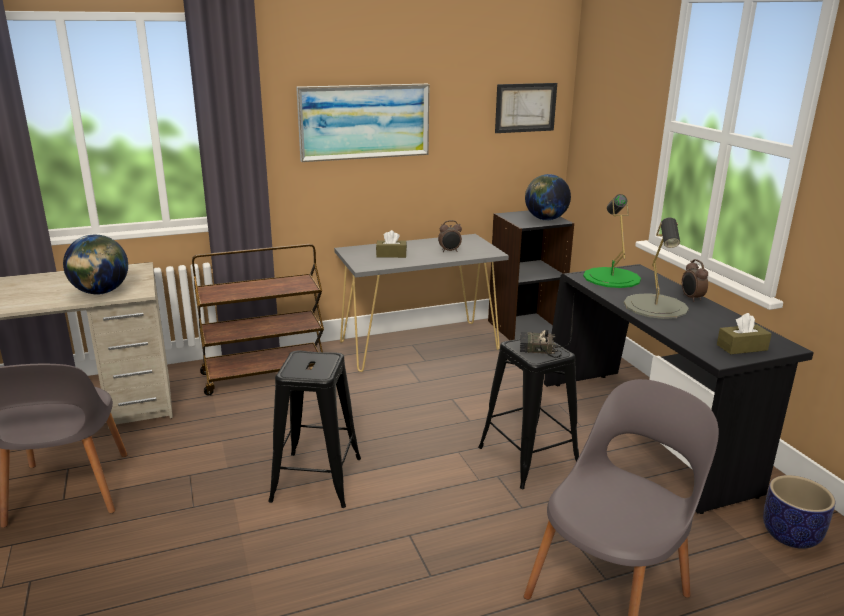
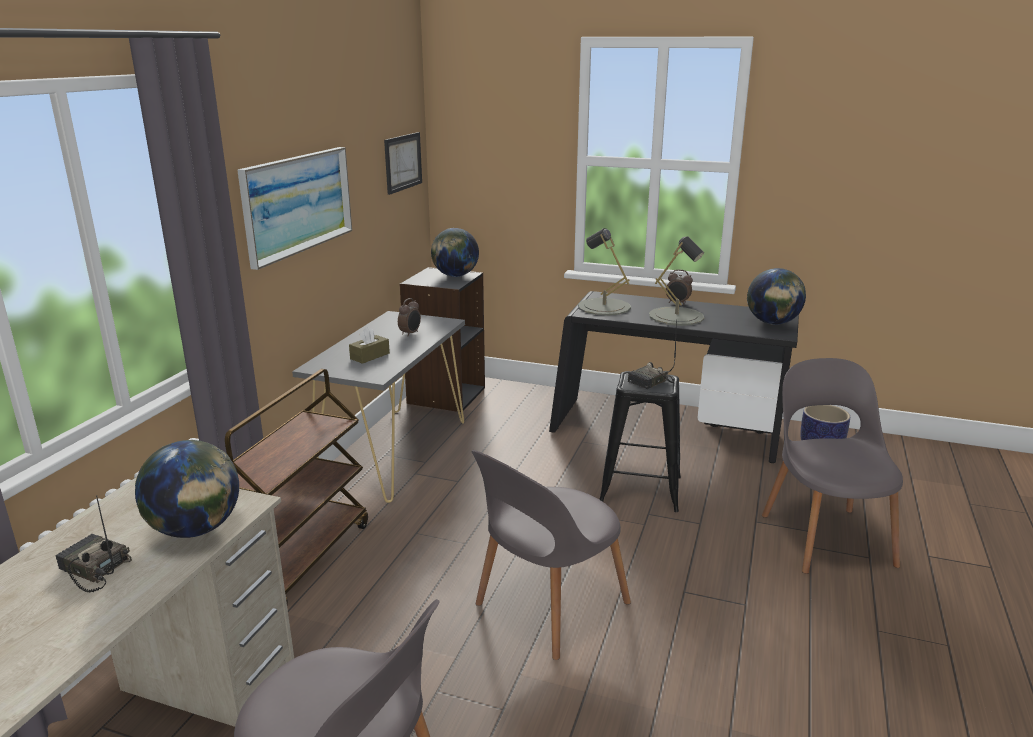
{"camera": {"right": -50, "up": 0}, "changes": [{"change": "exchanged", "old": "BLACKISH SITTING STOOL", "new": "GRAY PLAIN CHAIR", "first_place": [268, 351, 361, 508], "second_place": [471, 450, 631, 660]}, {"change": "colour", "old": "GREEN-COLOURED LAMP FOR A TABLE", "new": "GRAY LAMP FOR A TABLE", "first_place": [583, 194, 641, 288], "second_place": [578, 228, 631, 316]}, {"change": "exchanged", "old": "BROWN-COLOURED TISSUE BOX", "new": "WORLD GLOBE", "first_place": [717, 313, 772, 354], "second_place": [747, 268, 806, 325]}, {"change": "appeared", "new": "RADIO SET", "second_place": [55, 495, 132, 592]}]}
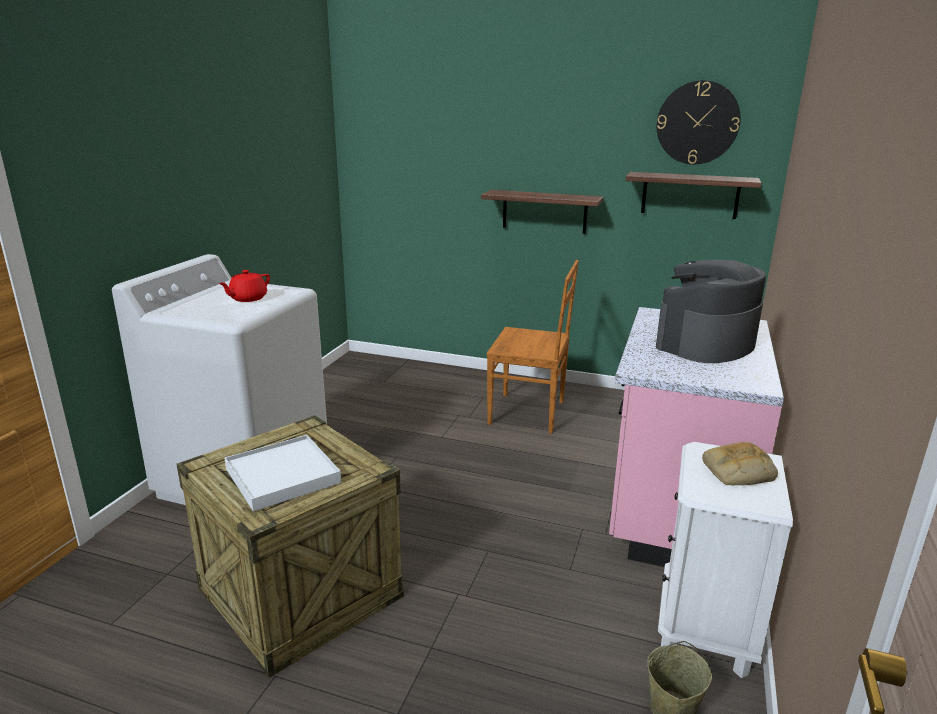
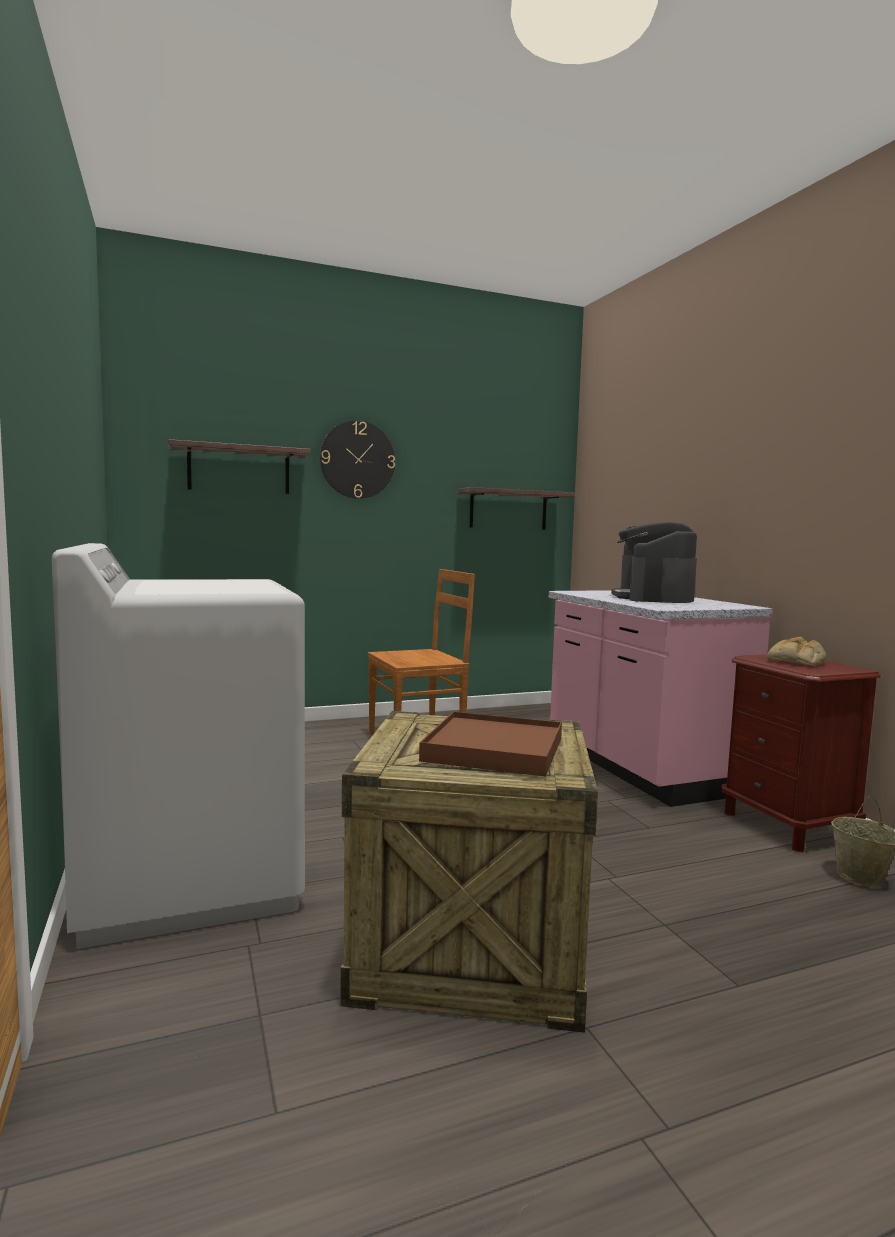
{"camera": {"right": -40, "up": -15}, "changes": [{"change": "missing", "old": "REDDISH POT FOR TEA", "first_place": [219, 270, 270, 302]}, {"change": "colour", "old": "WHITISH TRAY", "new": "BROWN-COLOURED TRAY", "first_place": [225, 435, 341, 512], "second_place": [419, 712, 562, 777]}, {"change": "relocated", "old": "BRACKET SHELF", "first_place": [481, 190, 603, 234], "second_place": [168, 439, 311, 494]}, {"change": "relocated", "old": "WALL CLOCK", "first_place": [657, 80, 741, 164], "second_place": [320, 420, 395, 499]}, {"change": "colour", "old": "WHITISH NIGHT TABLE", "new": "BROWN-COLOURED NIGHT TABLE", "first_place": [658, 442, 793, 678], "second_place": [722, 654, 881, 852]}]}
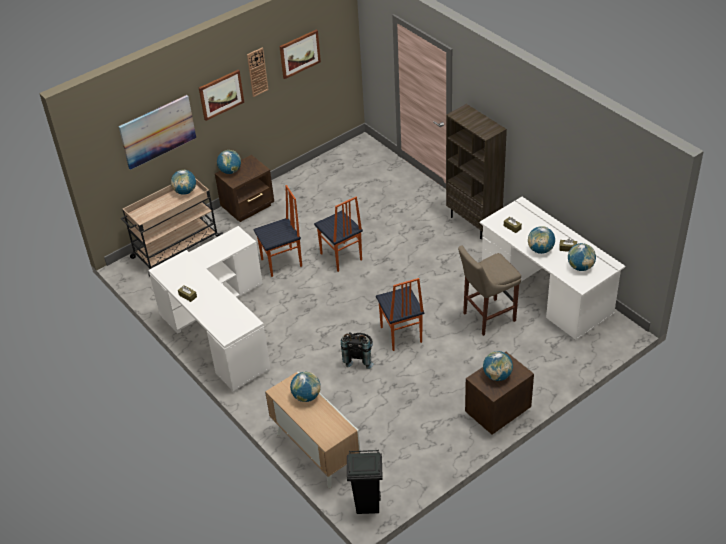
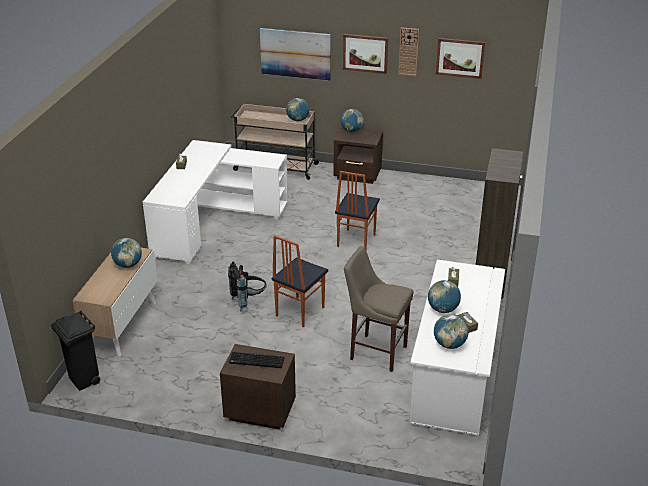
{"camera": {"right": 50, "up": -10}, "changes": [{"change": "missing", "old": "PLAIN CHAIR", "first_place": [253, 185, 302, 277]}, {"change": "exchanged", "old": "WORLD GLOBE", "new": "COMPUTER KEYBOARD", "first_place": [483, 351, 513, 381], "second_place": [229, 352, 284, 368]}]}
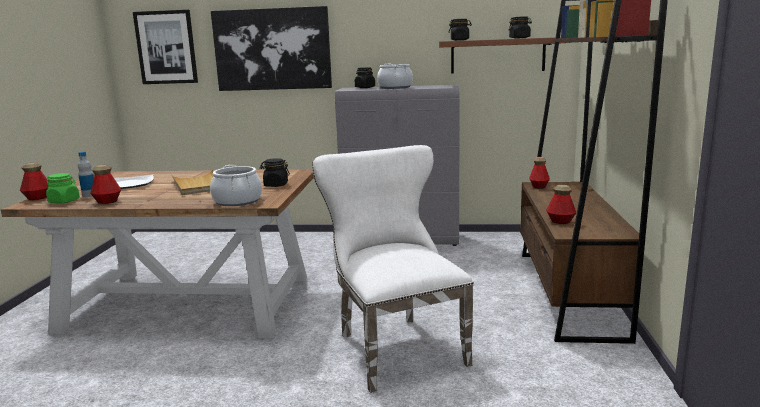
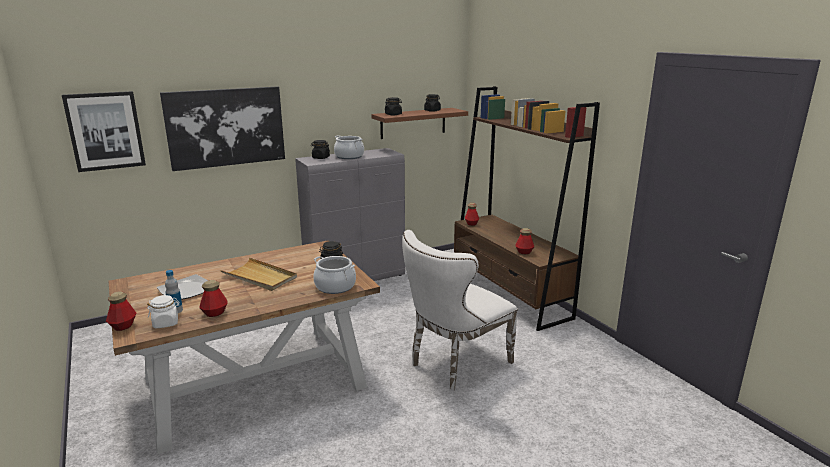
{"camera": {"right": -35, "up": 5}, "changes": [{"change": "colour", "old": "GREEN-COLOURED STORAGE JAR", "new": "WHITISH STORAGE JAR", "first_place": [46, 173, 80, 204], "second_place": [147, 295, 180, 328]}, {"change": "spun", "old": "WHITISH PLAIN CHAIR", "first_place": [312, 145, 474, 393], "second_place": [402, 230, 518, 391], "degrees": -75}]}
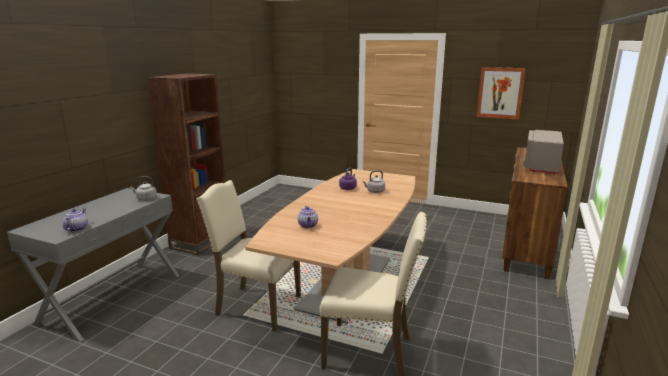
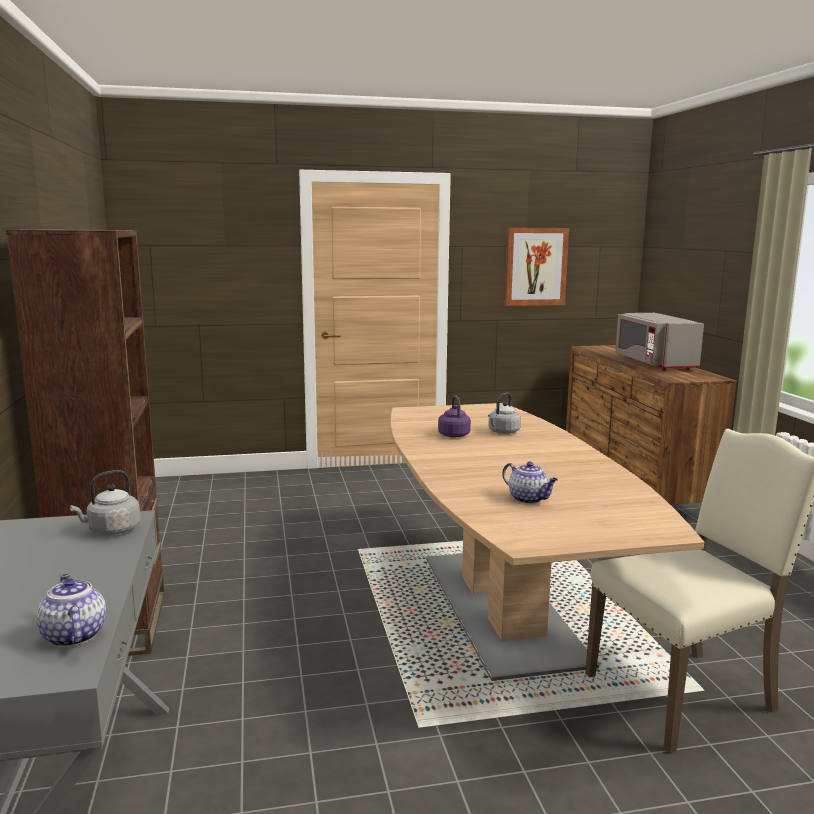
{"camera": {"right": -35, "up": -5}, "changes": [{"change": "missing", "old": "BEIGE PLAIN CHAIR", "first_place": [196, 180, 301, 331]}]}
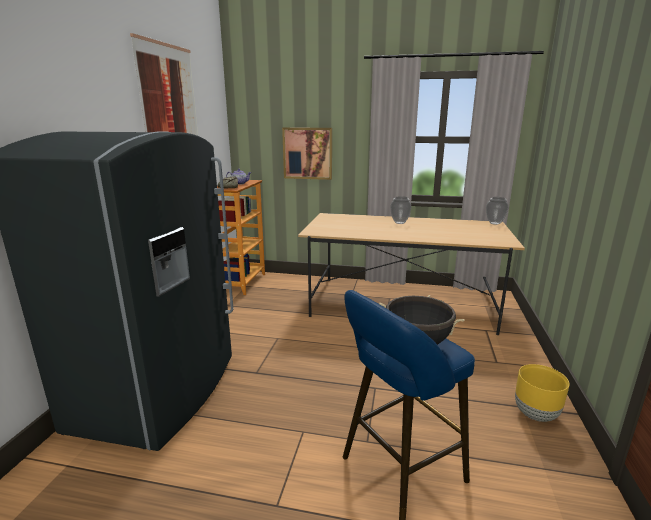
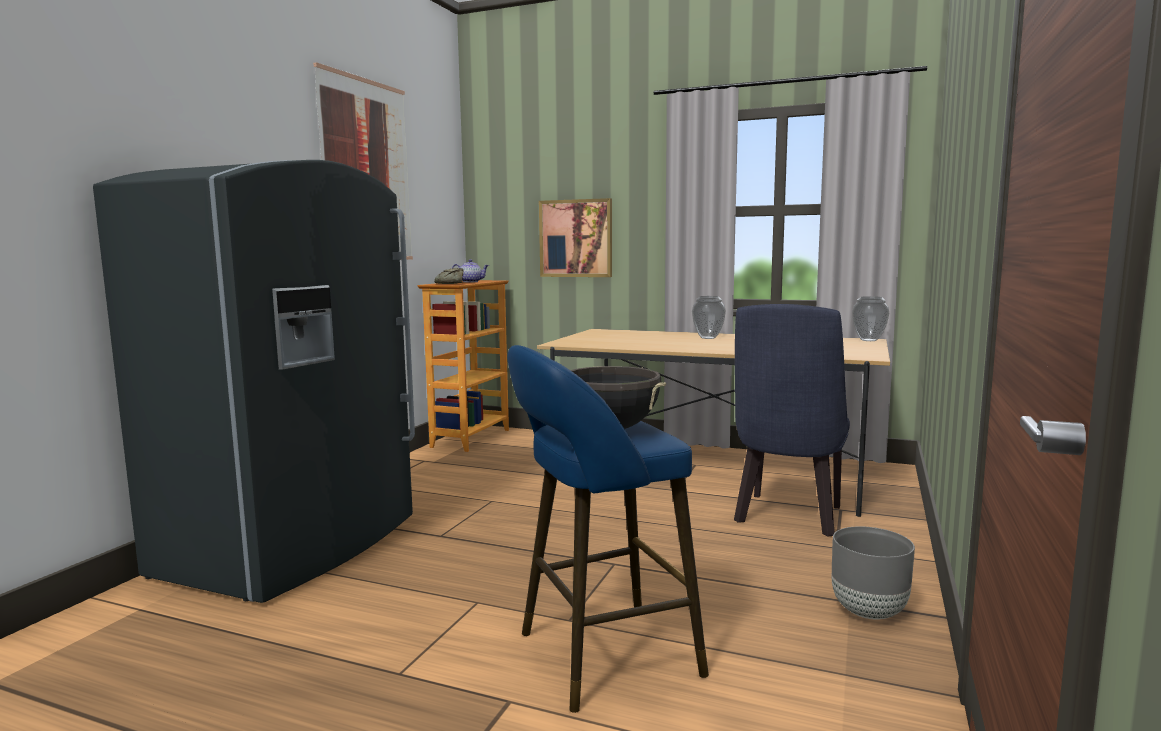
{"camera": {"right": 10, "up": -10}, "changes": [{"change": "colour", "old": "YELLOW FLOWER POT", "new": "GRAY FLOWER POT", "first_place": [515, 364, 570, 422], "second_place": [832, 526, 915, 620]}, {"change": "appeared", "new": "BLUISH PLAIN CHAIR", "second_place": [734, 304, 850, 537]}]}
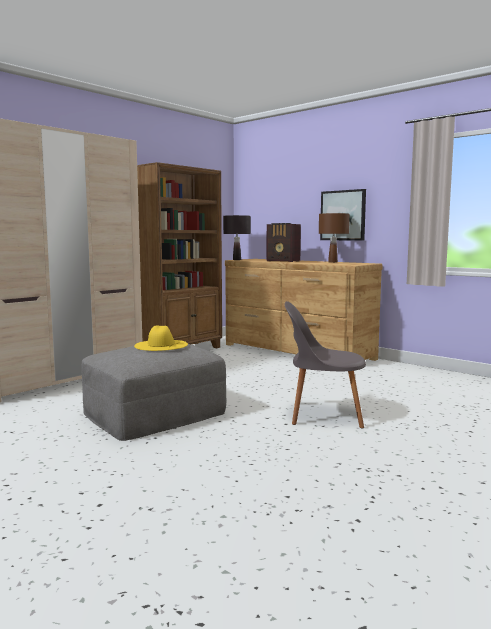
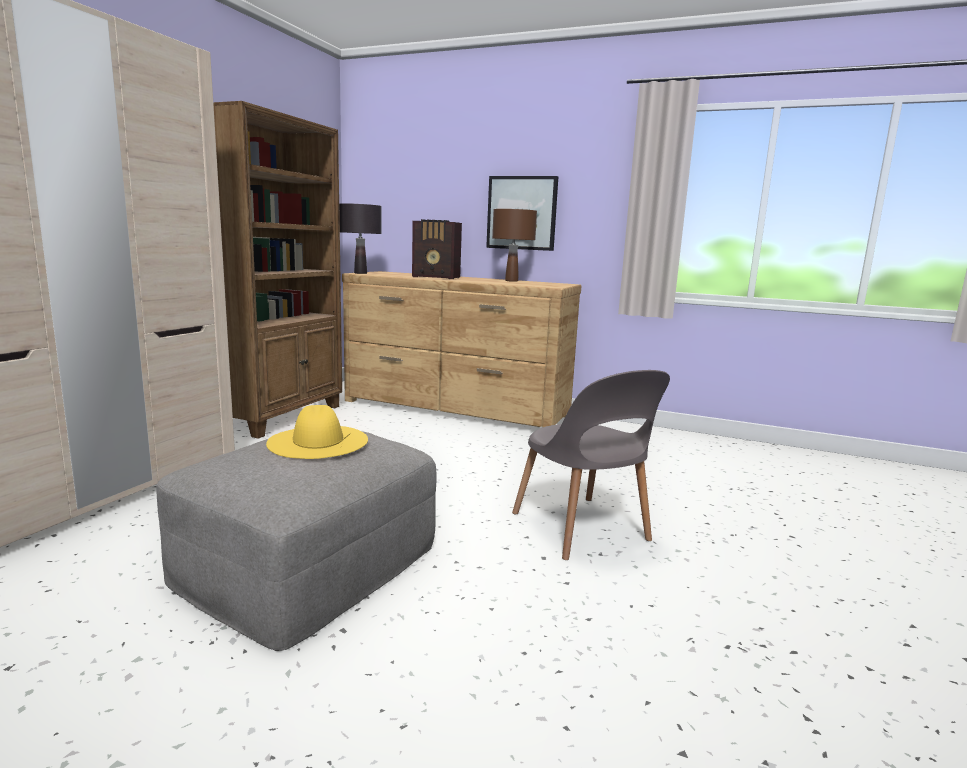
{"camera": {"right": -20, "up": 5}, "changes": [{"change": "spun", "old": "GRAY PLAIN CHAIR", "first_place": [284, 301, 366, 428], "second_place": [512, 370, 670, 560], "degrees": -105}]}
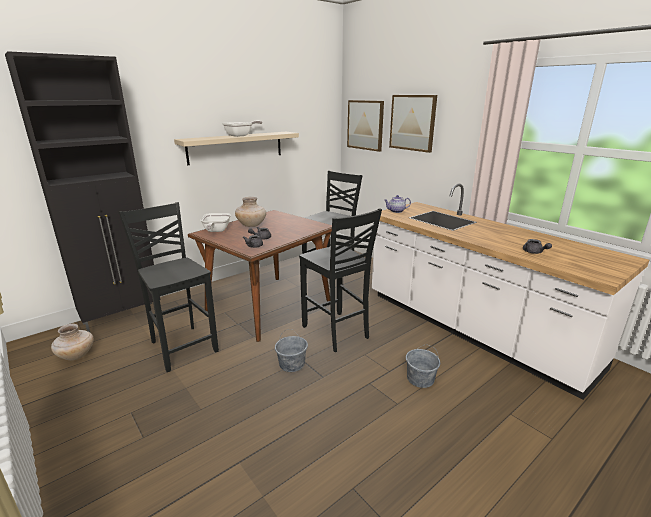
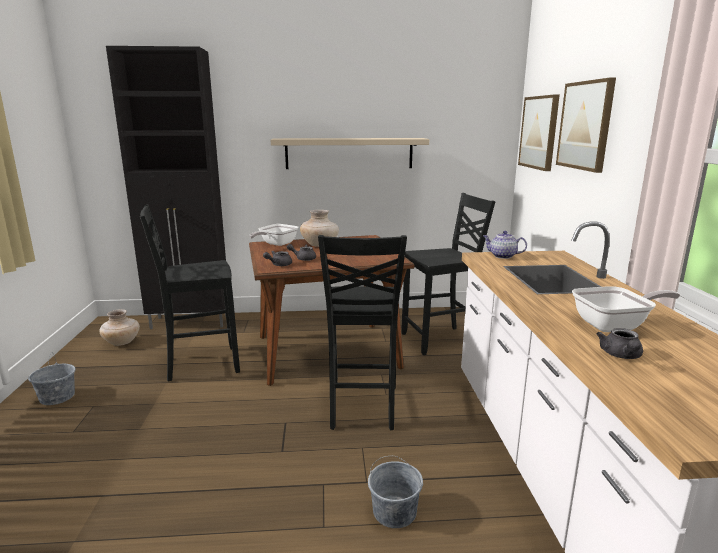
{"camera": {"right": 35, "up": -5}, "changes": [{"change": "spun", "old": "BLACKISH PLAIN CHAIR", "first_place": [119, 202, 219, 372], "second_place": [140, 205, 240, 382], "degrees": -105}, {"change": "relocated", "old": "PAN", "first_place": [222, 121, 262, 137], "second_place": [572, 286, 680, 332]}, {"change": "relocated", "old": "GRAY BUCKET", "first_place": [275, 329, 308, 372], "second_place": [28, 352, 76, 405]}]}
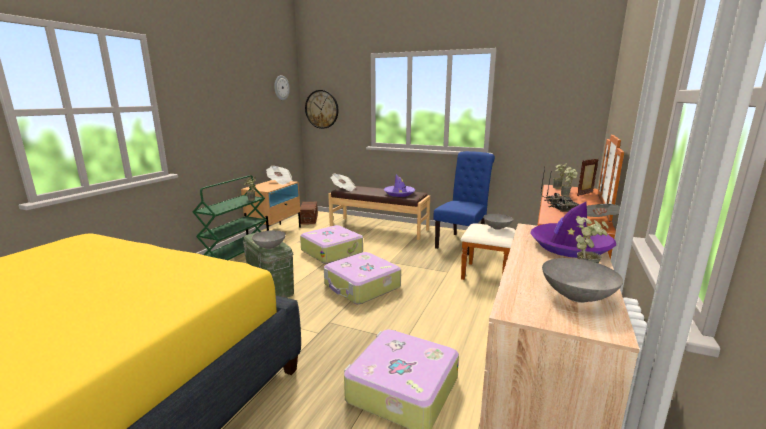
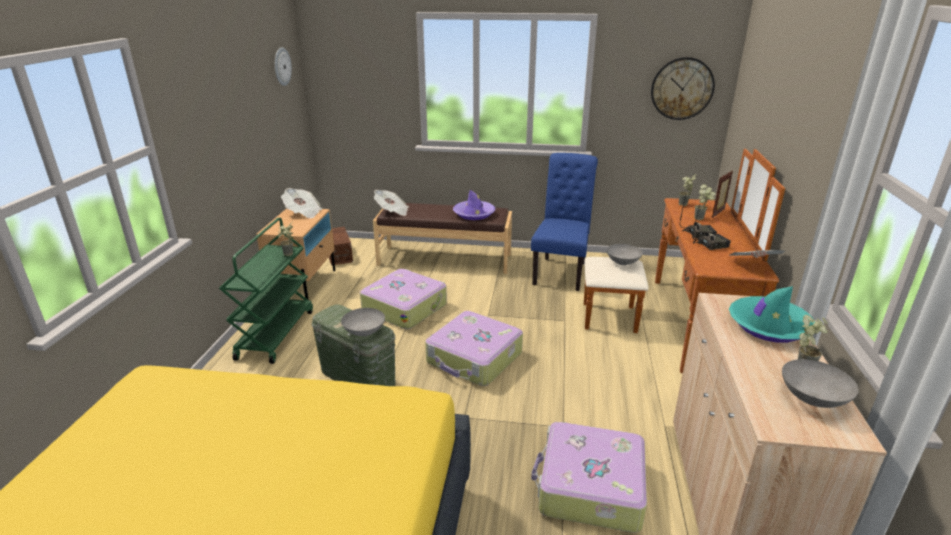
{"camera": {"right": -15, "up": 10}, "changes": [{"change": "relocated", "old": "WALL CLOCK", "first_place": [305, 90, 338, 129], "second_place": [651, 57, 715, 120]}, {"change": "colour", "old": "PURPLISH HAT", "new": "TURQUOISE HAT", "first_place": [530, 202, 616, 258], "second_place": [729, 286, 815, 343]}]}
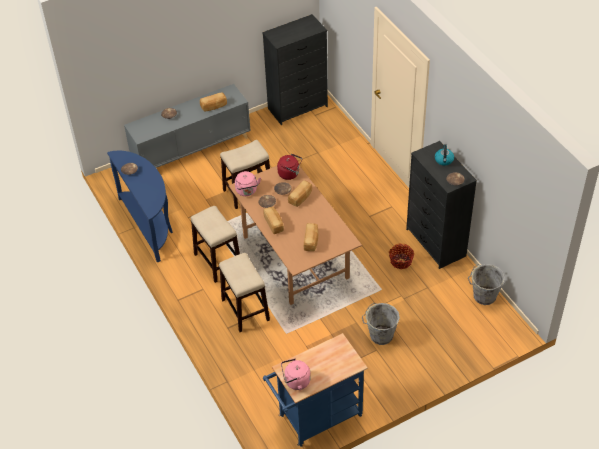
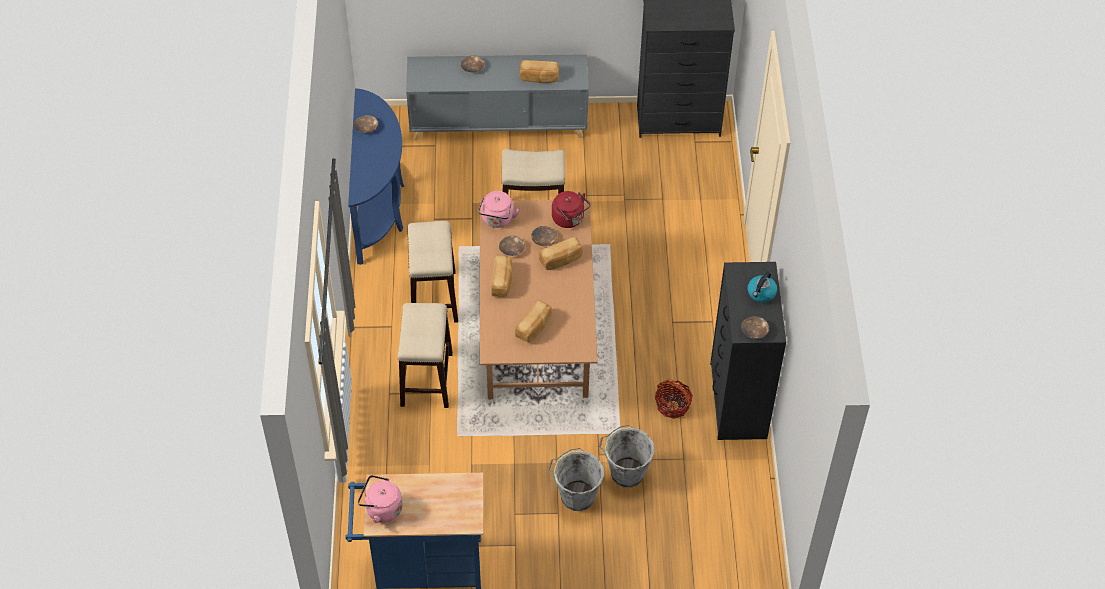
{"camera": {"right": 25, "up": 5}, "changes": [{"change": "relocated", "old": "GRAY BUCKET", "first_place": [468, 264, 505, 305], "second_place": [599, 425, 655, 488]}]}
